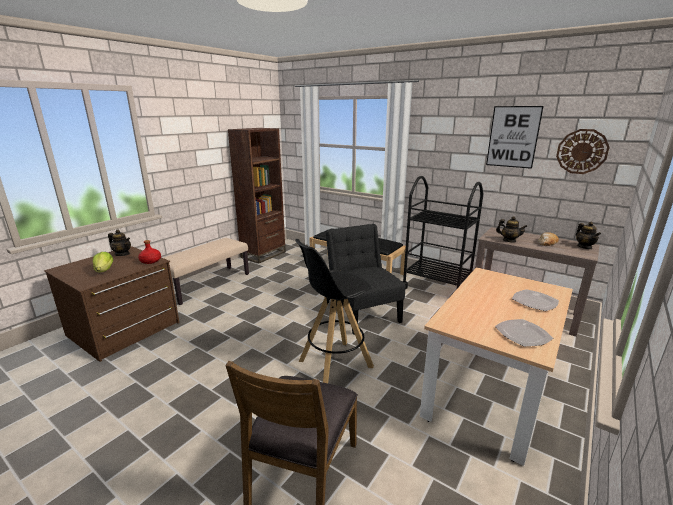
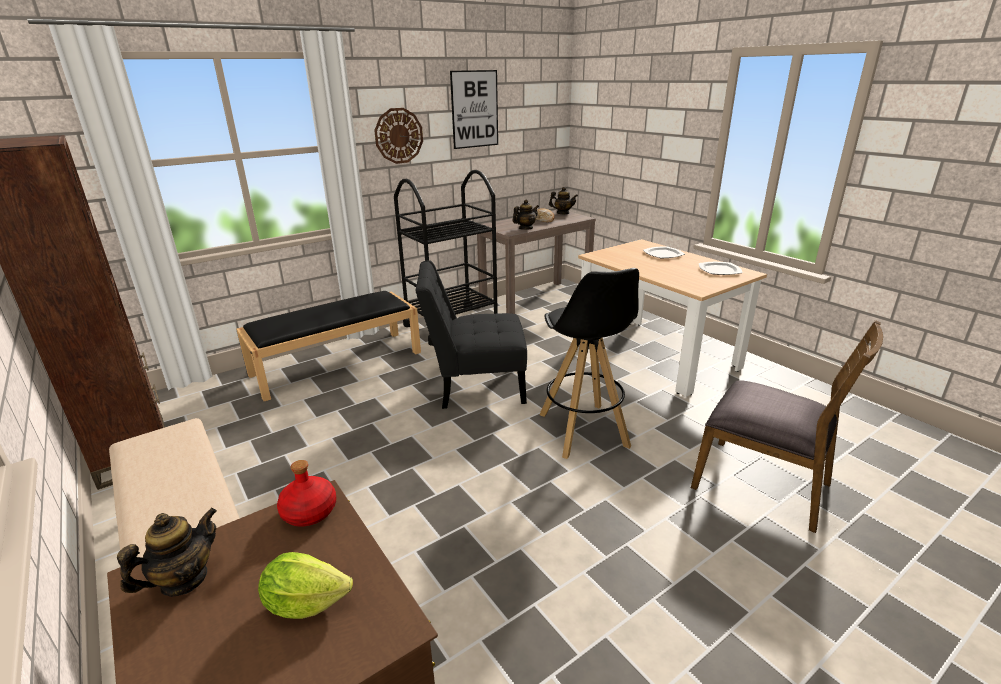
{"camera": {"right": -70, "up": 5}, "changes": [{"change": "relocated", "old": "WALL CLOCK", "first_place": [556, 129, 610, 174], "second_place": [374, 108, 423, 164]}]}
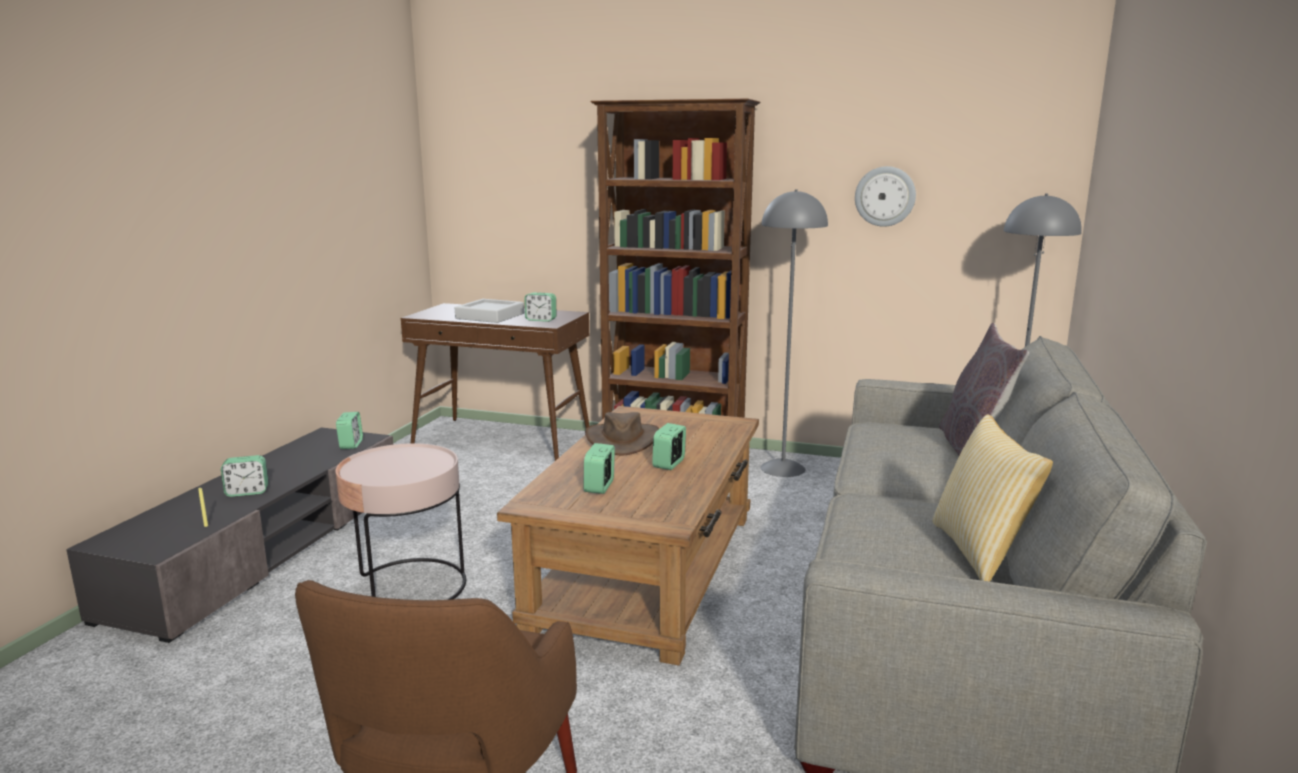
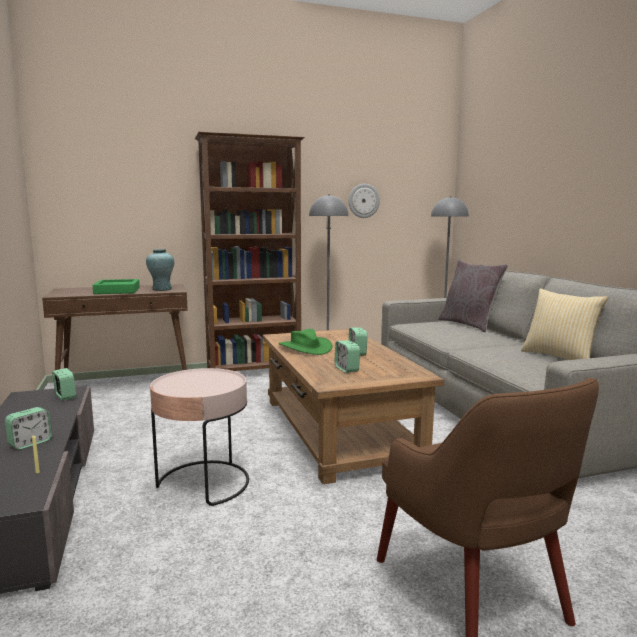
{"camera": {"right": -35, "up": -5}, "changes": [{"change": "colour", "old": "GRAY TRAY", "new": "GREEN-COLOURED TRAY", "first_place": [455, 299, 524, 323], "second_place": [93, 279, 140, 294]}, {"change": "exchanged", "old": "BEDSIDE CLOCK", "new": "TURQUOISE VASE", "first_place": [524, 293, 556, 322], "second_place": [146, 249, 174, 291]}, {"change": "colour", "old": "BROWN-COLOURED HAT", "new": "GREEN-COLOURED HAT", "first_place": [585, 412, 659, 455], "second_place": [278, 329, 333, 355]}]}
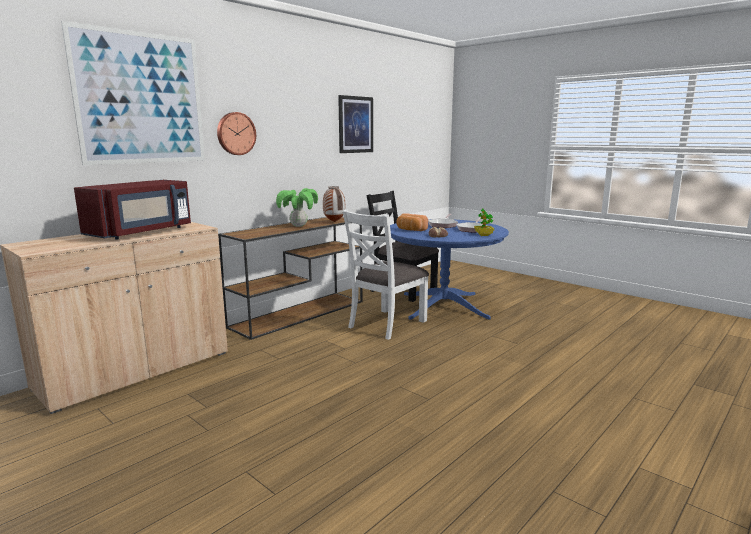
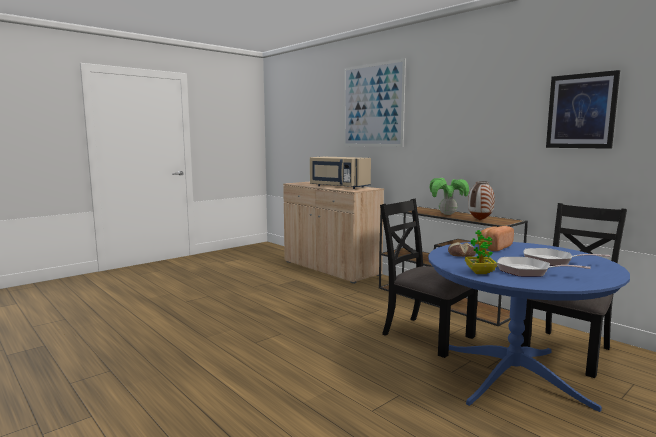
{"camera": {"right": 95, "up": -5}, "changes": [{"change": "colour", "old": "REDDISH MICROWAVE OVEN", "new": "BEIGE MICROWAVE OVEN", "first_place": [74, 180, 191, 240], "second_place": [310, 157, 371, 189]}, {"change": "missing", "old": "WALL CLOCK", "first_place": [217, 112, 256, 155]}, {"change": "colour", "old": "WHITISH PLAIN CHAIR", "new": "BLACKISH PLAIN CHAIR", "first_place": [343, 210, 429, 340], "second_place": [380, 198, 478, 358]}]}
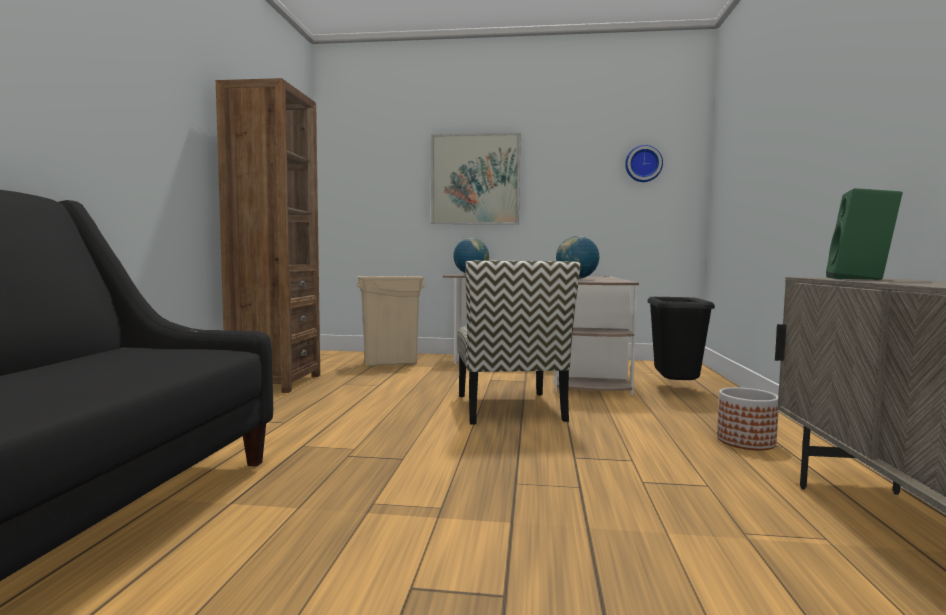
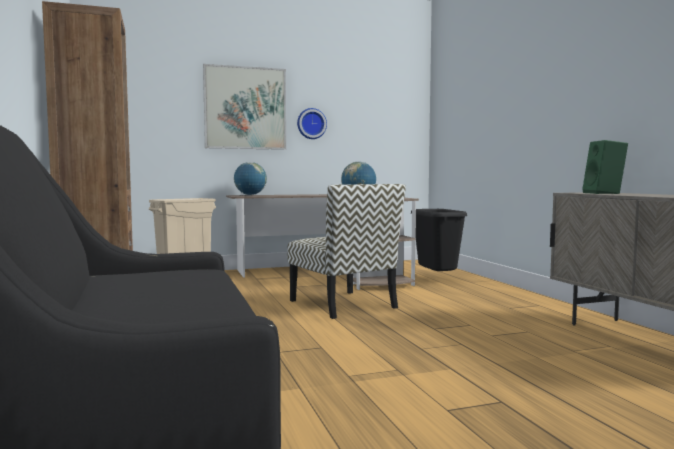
{"camera": {"right": -25, "up": 0}, "changes": [{"change": "relocated", "old": "WALL CLOCK", "first_place": [625, 145, 663, 182], "second_place": [297, 108, 327, 139]}, {"change": "missing", "old": "FLOWER POT", "first_place": [717, 387, 779, 451]}]}
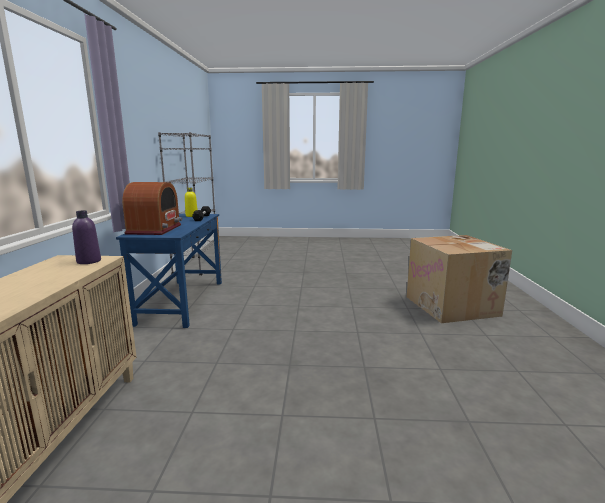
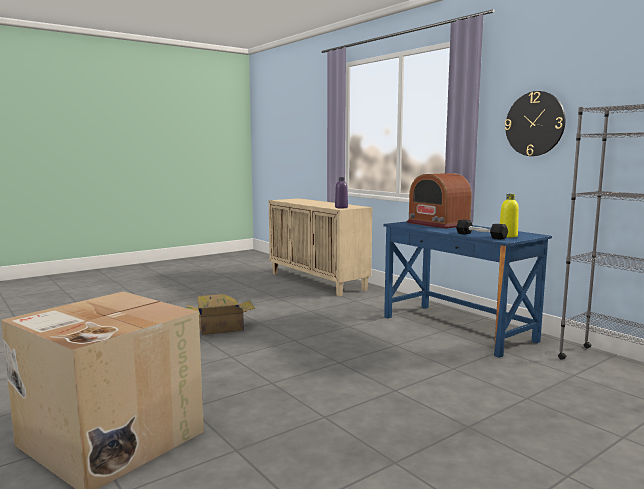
{"camera": {"right": 140, "up": -5}, "changes": [{"change": "appeared", "new": "CARTON", "second_place": [186, 294, 255, 335]}, {"change": "appeared", "new": "WALL CLOCK", "second_place": [505, 91, 565, 156]}]}
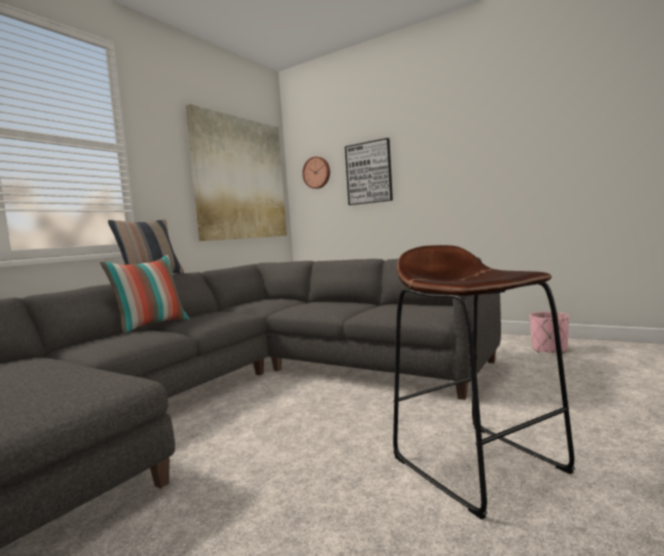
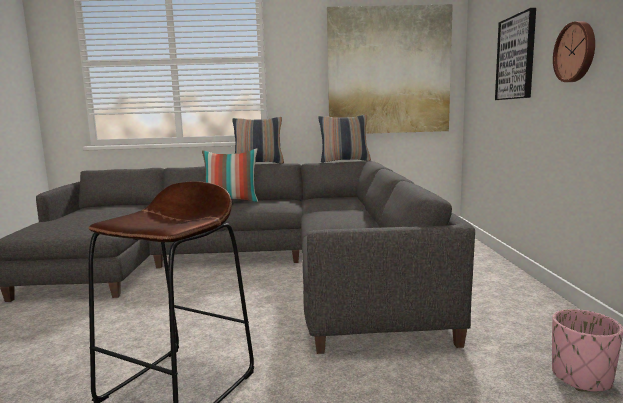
{"camera": {"right": 55, "up": 5}, "changes": [{"change": "relocated", "old": "WALL CLOCK", "first_place": [302, 156, 330, 189], "second_place": [553, 21, 595, 82]}, {"change": "appeared", "new": "CUSHION", "second_place": [318, 115, 371, 163]}]}
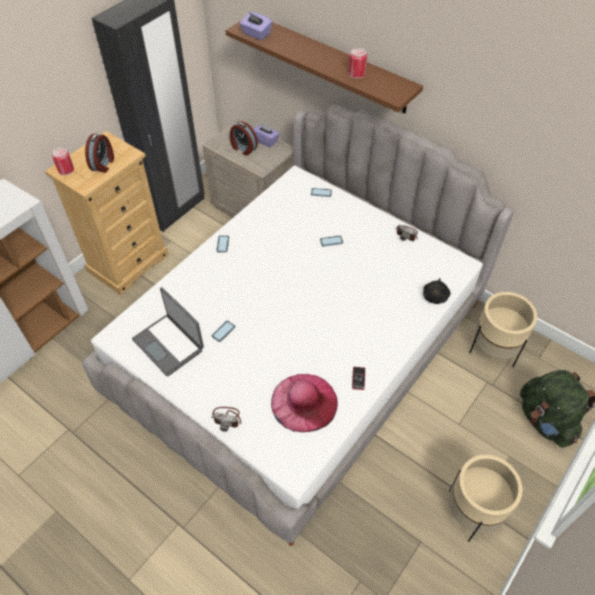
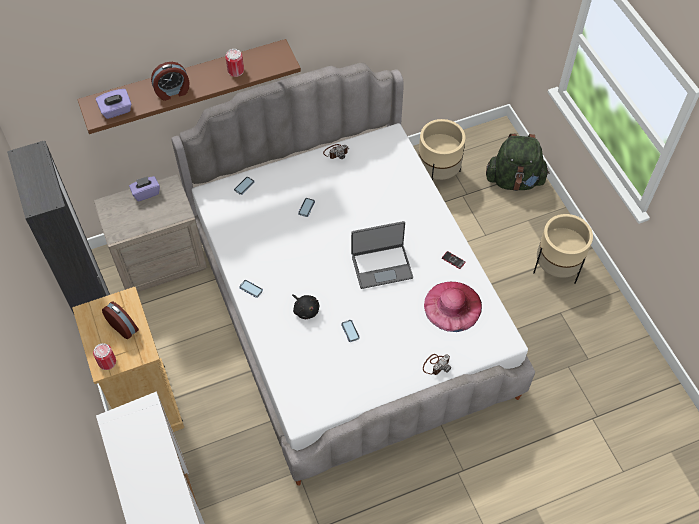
{"camera": {"right": -60, "up": 5}, "changes": [{"change": "relocated", "old": "PORTABLE COMPUTER", "first_place": [132, 287, 204, 376], "second_place": [351, 221, 413, 289]}, {"change": "relocated", "old": "BEDSIDE CLOCK", "first_place": [230, 121, 258, 156], "second_place": [151, 62, 190, 101]}, {"change": "relocated", "old": "BLACKISH SOFT TOY", "first_place": [423, 278, 451, 304], "second_place": [292, 294, 320, 319]}]}
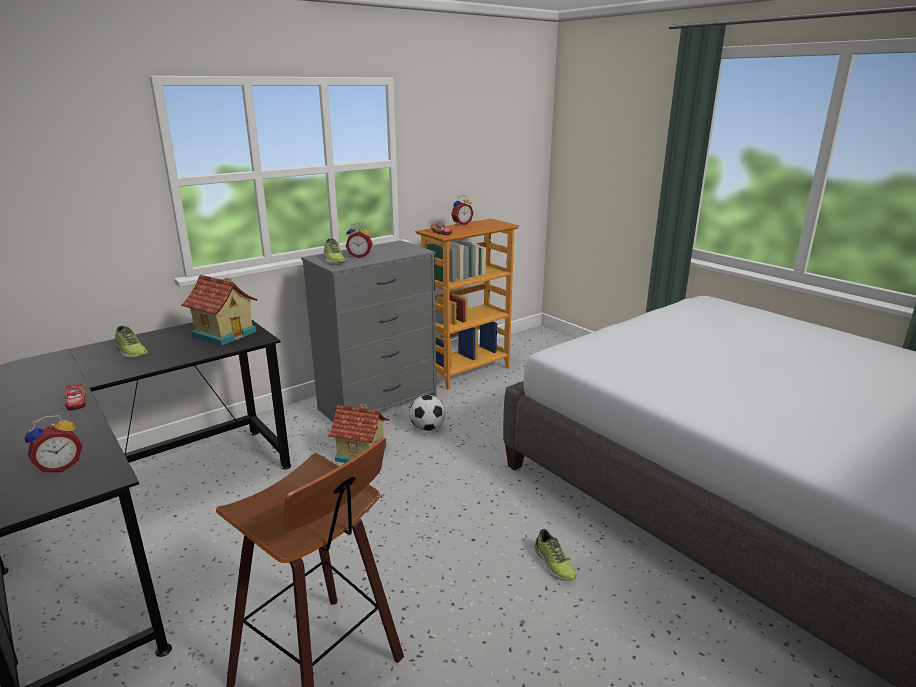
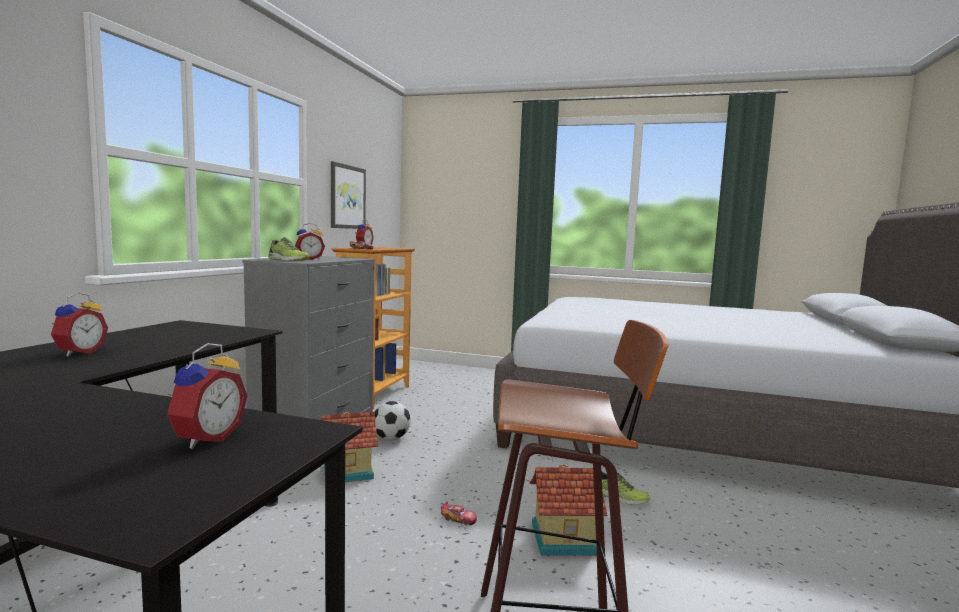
{"camera": {"right": -35, "up": -15}, "changes": [{"change": "relocated", "old": "MODEL CAR", "first_place": [64, 383, 85, 410], "second_place": [441, 502, 477, 525]}, {"change": "exchanged", "old": "LOW SHOE", "new": "BEDSIDE CLOCK", "first_place": [115, 326, 148, 358], "second_place": [51, 292, 108, 357]}, {"change": "relocated", "old": "TOY HOUSE", "first_place": [181, 275, 258, 346], "second_place": [529, 464, 607, 555]}, {"change": "appeared", "new": "PICTURE", "second_place": [331, 161, 366, 229]}]}
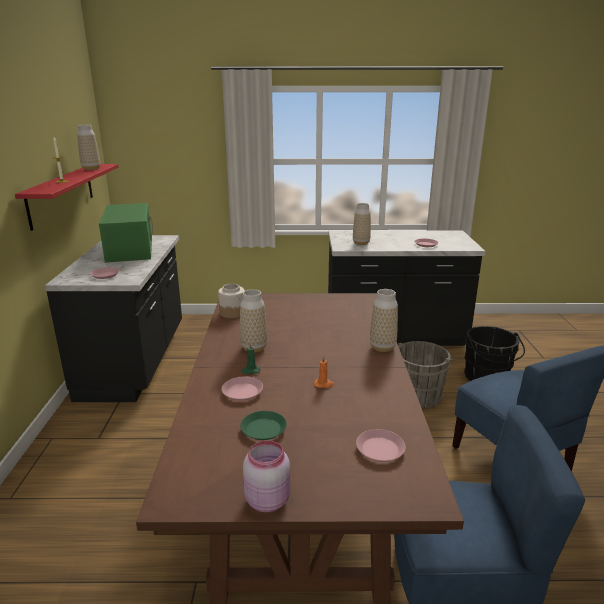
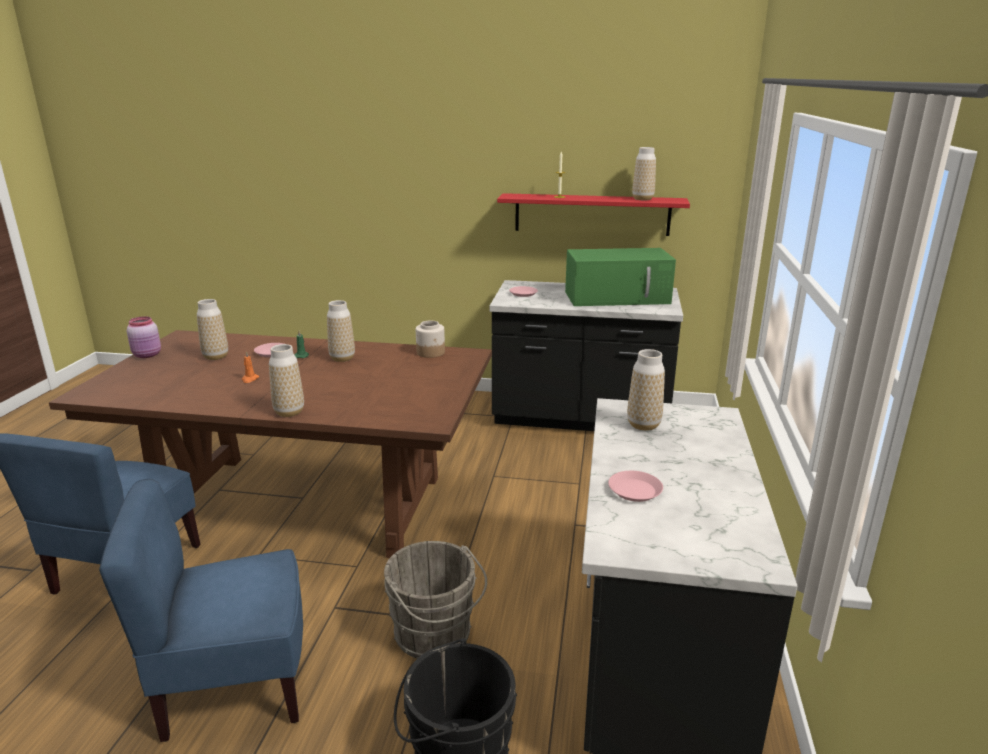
{"camera": {"right": 100, "up": 0}, "changes": [{"change": "exchanged", "old": "GREEN-COLOURED FLAT DISH", "new": "VASE", "first_place": [240, 411, 287, 440], "second_place": [197, 299, 228, 360]}, {"change": "missing", "old": "PINKISH FLAT DISH", "first_place": [356, 429, 406, 462]}]}
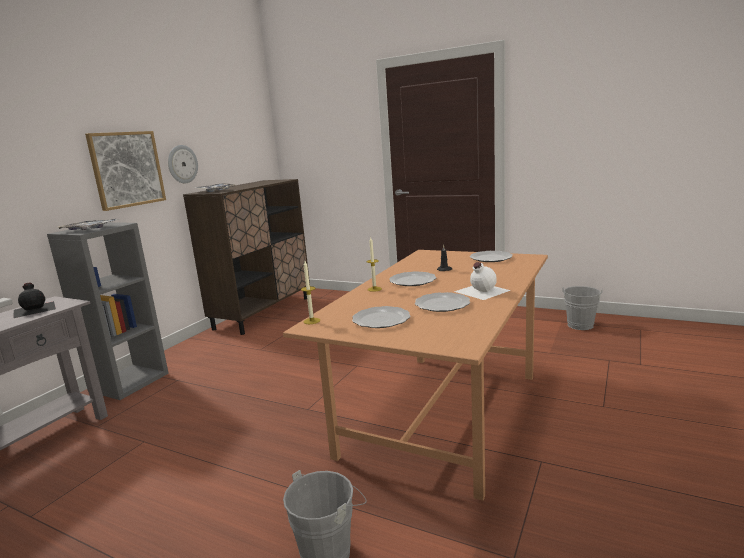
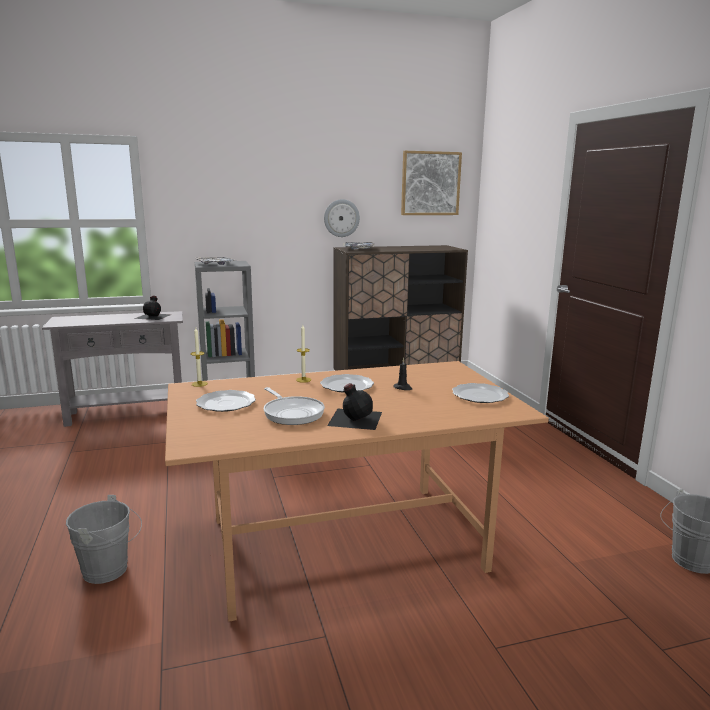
{"camera": {"right": 45, "up": 0}, "changes": [{"change": "relocated", "old": "PICTURE", "first_place": [85, 131, 166, 211], "second_place": [401, 151, 462, 215]}, {"change": "exchanged", "old": "FLAT DISH", "new": "PAN", "first_place": [415, 292, 470, 312], "second_place": [264, 387, 325, 425]}, {"change": "colour", "old": "WHITISH BOTTLE", "new": "BLACKISH BOTTLE", "first_place": [454, 262, 511, 300], "second_place": [327, 383, 382, 430]}]}
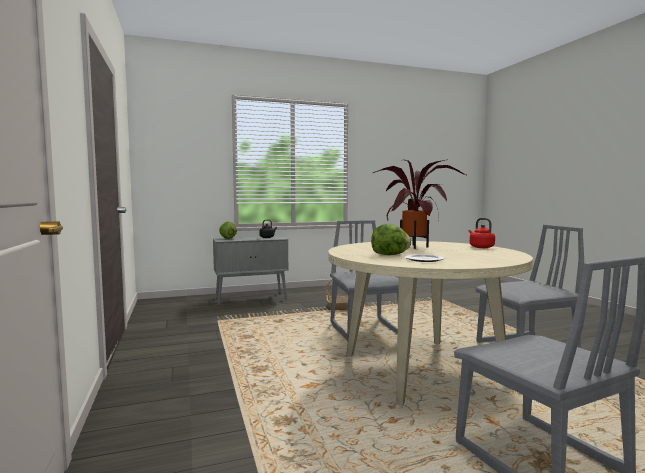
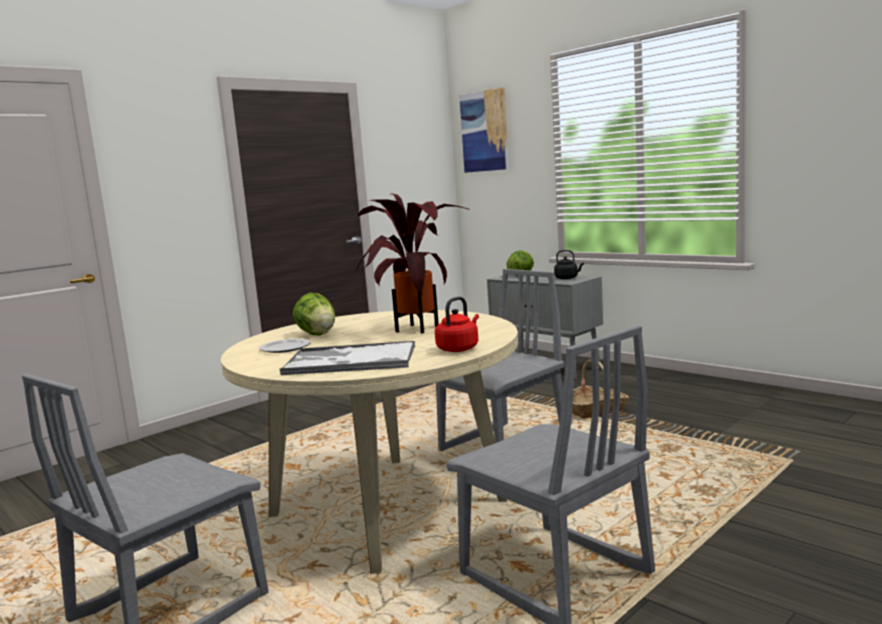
{"camera": {"right": 65, "up": 5}, "changes": [{"change": "appeared", "new": "TRAY", "second_place": [280, 341, 415, 376]}, {"change": "appeared", "new": "PICTURE", "second_place": [459, 87, 509, 173]}]}
